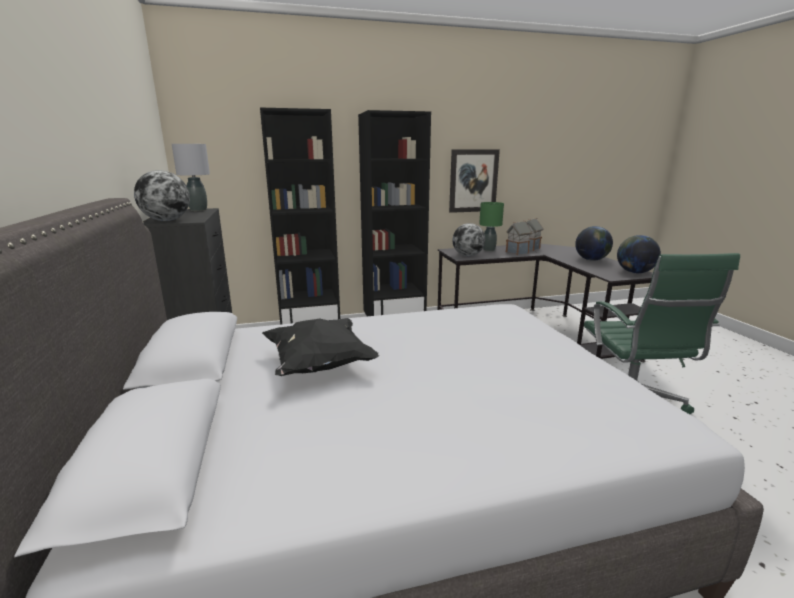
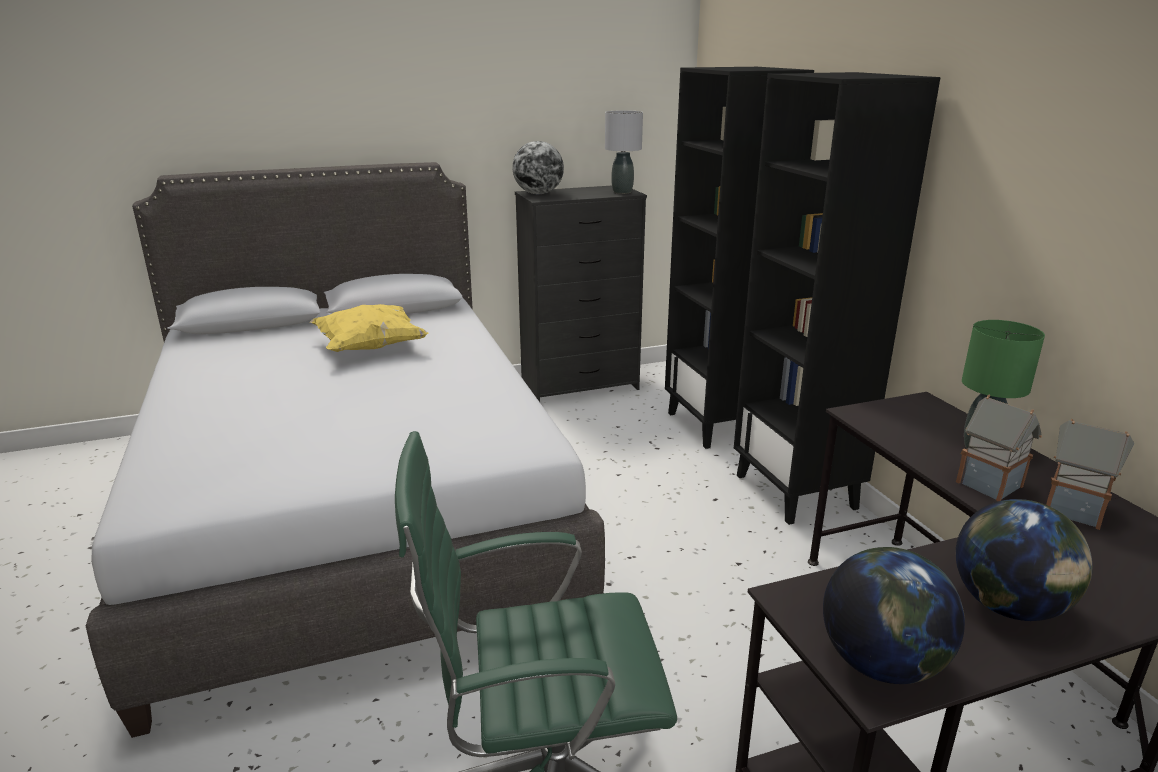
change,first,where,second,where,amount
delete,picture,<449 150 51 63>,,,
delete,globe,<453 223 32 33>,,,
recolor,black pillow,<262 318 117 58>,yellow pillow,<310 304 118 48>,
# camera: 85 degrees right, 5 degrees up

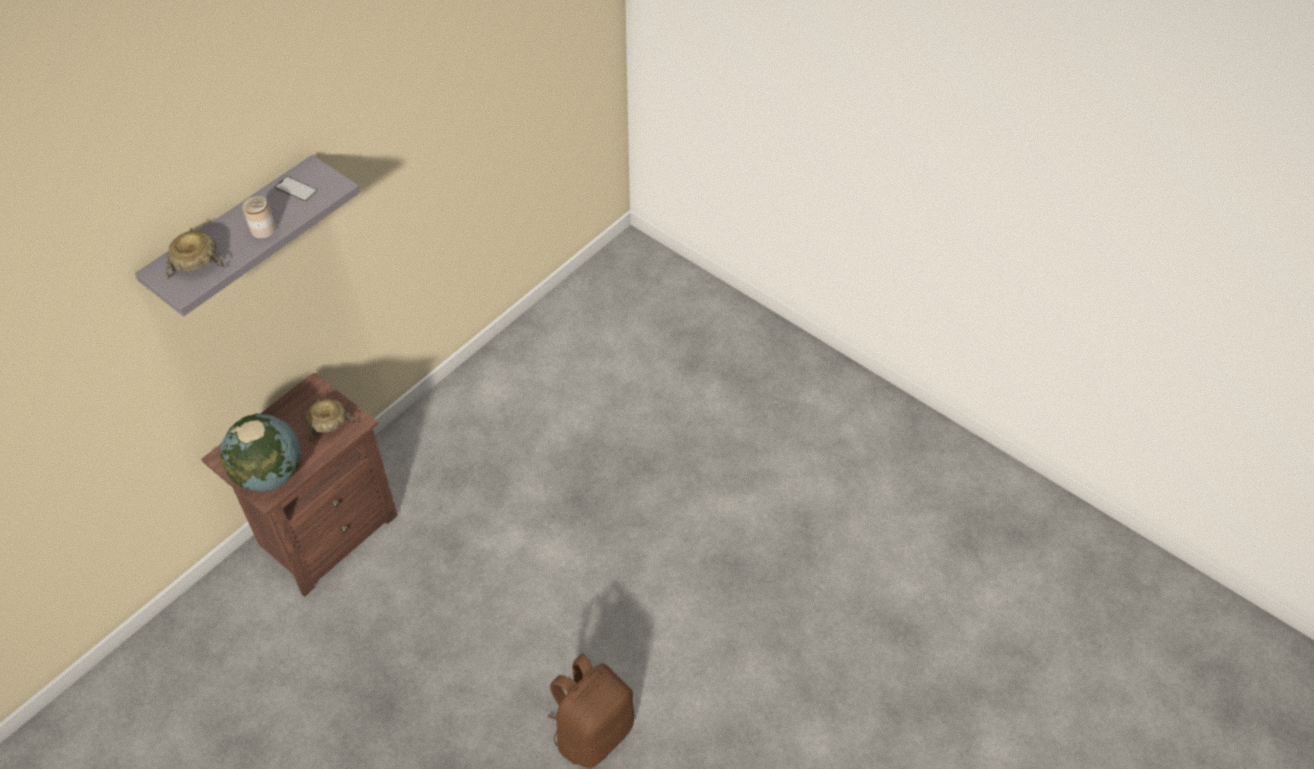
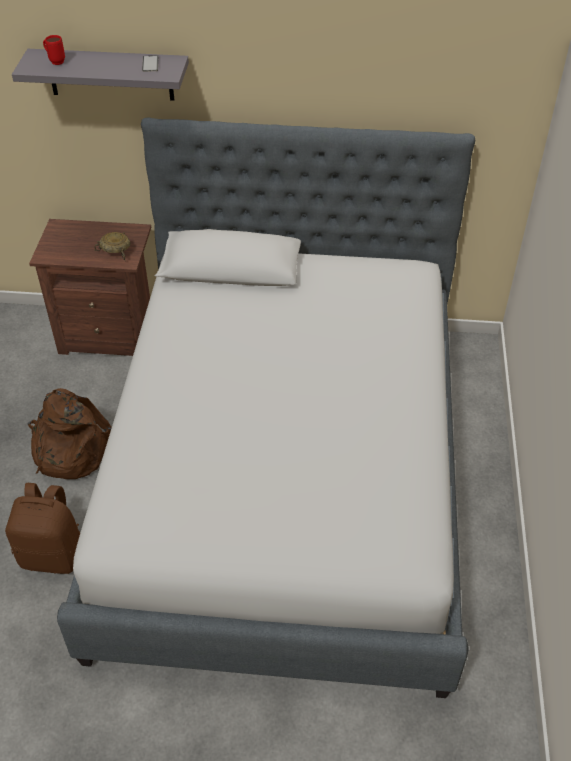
change,first,where,second,where,amount
delete,can,<242 196 34 43>,,,
replace,beige bowl,<166 228 59 51>,red mug,<43 35 22 30>,
delete,globe,<220 413 81 79>,,,
insert,,,bed,<57 117 418 581>,
insert,,,brown backpack,<28 388 84 91>,
# camera: 55 degrees right, 5 degrees down

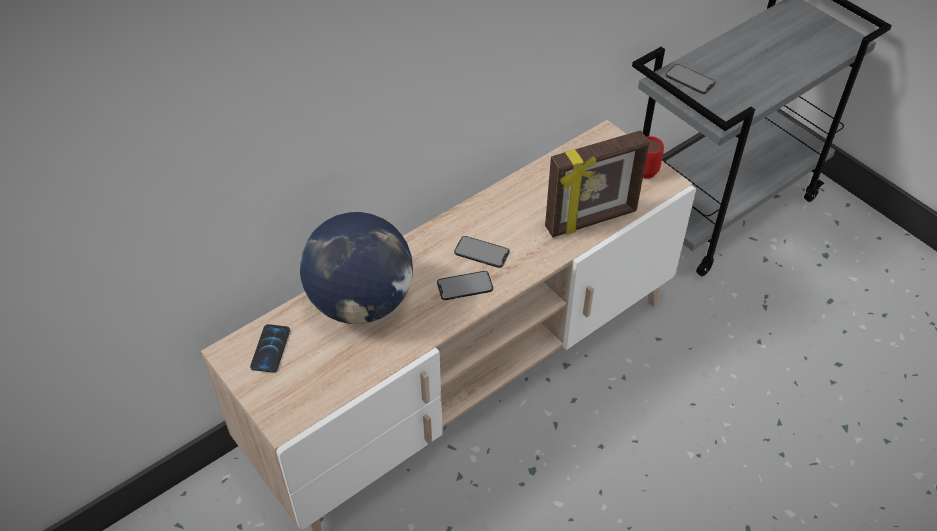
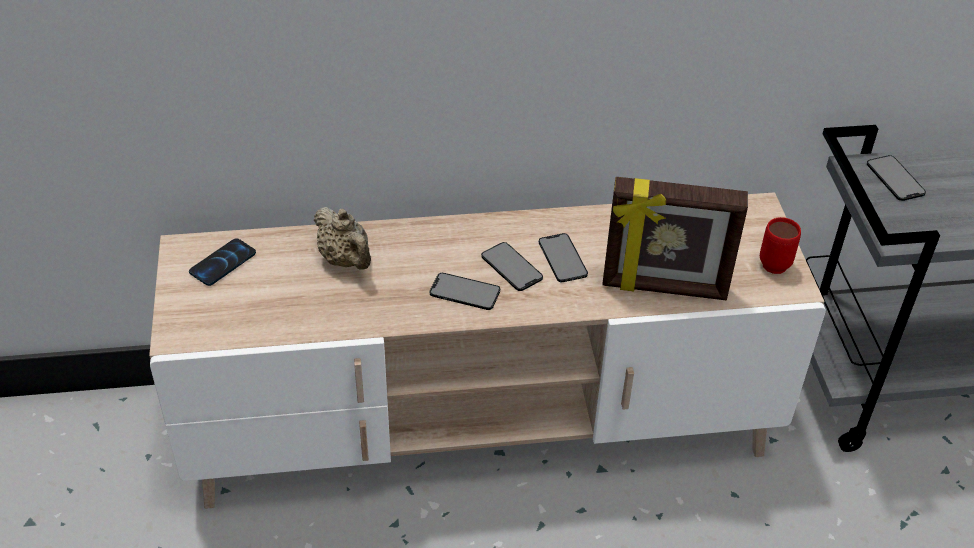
change,first,where,second,where,amount
replace,globe,<300 212 113 112>,beige teapot,<313 207 58 63>,
insert,,,phone,<539 233 49 49>,
# camera: 30 degrees right, 5 degrees down

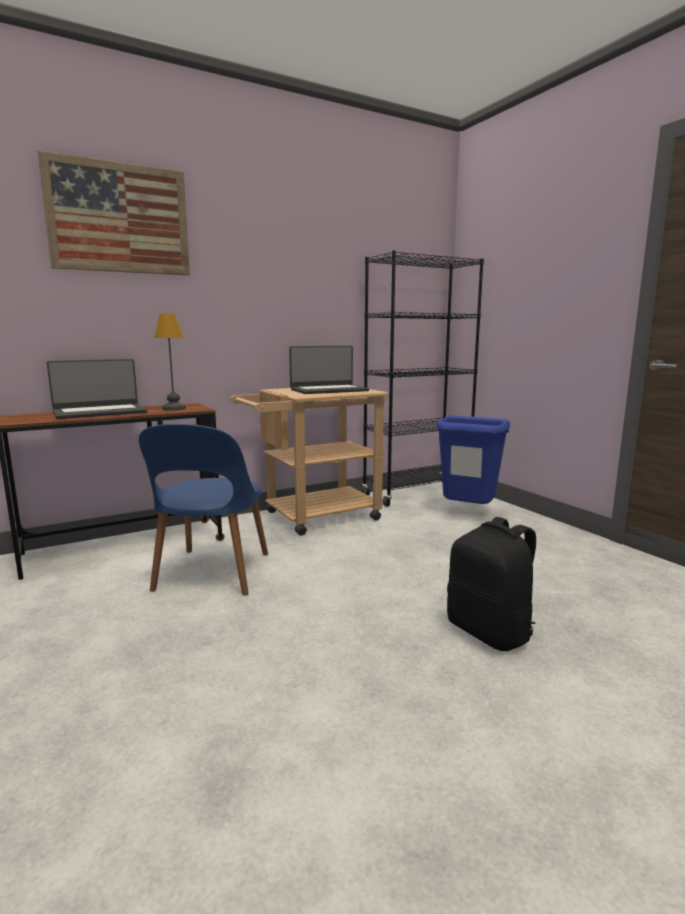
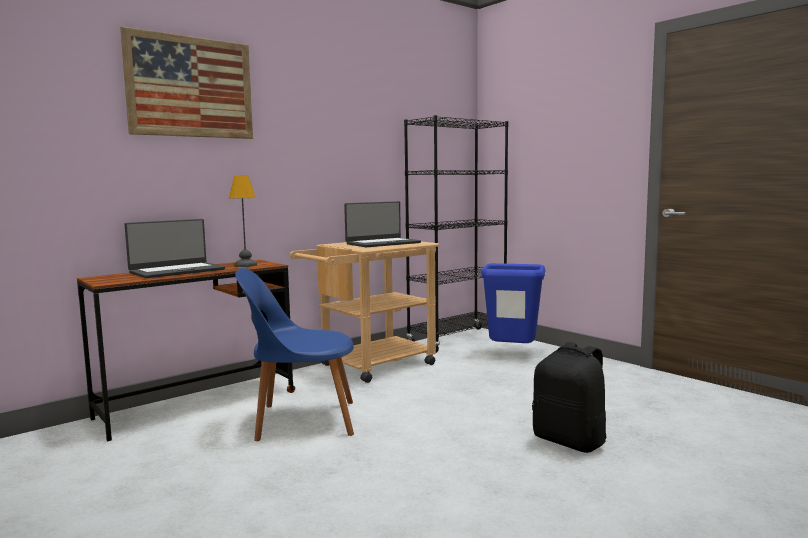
change,first,where,second,where,amount
rotate,blue chair,<139 424 129 171>,,<235 268 119 173>,90 degrees clockwise
# camera: 10 degrees left, 5 degrees down

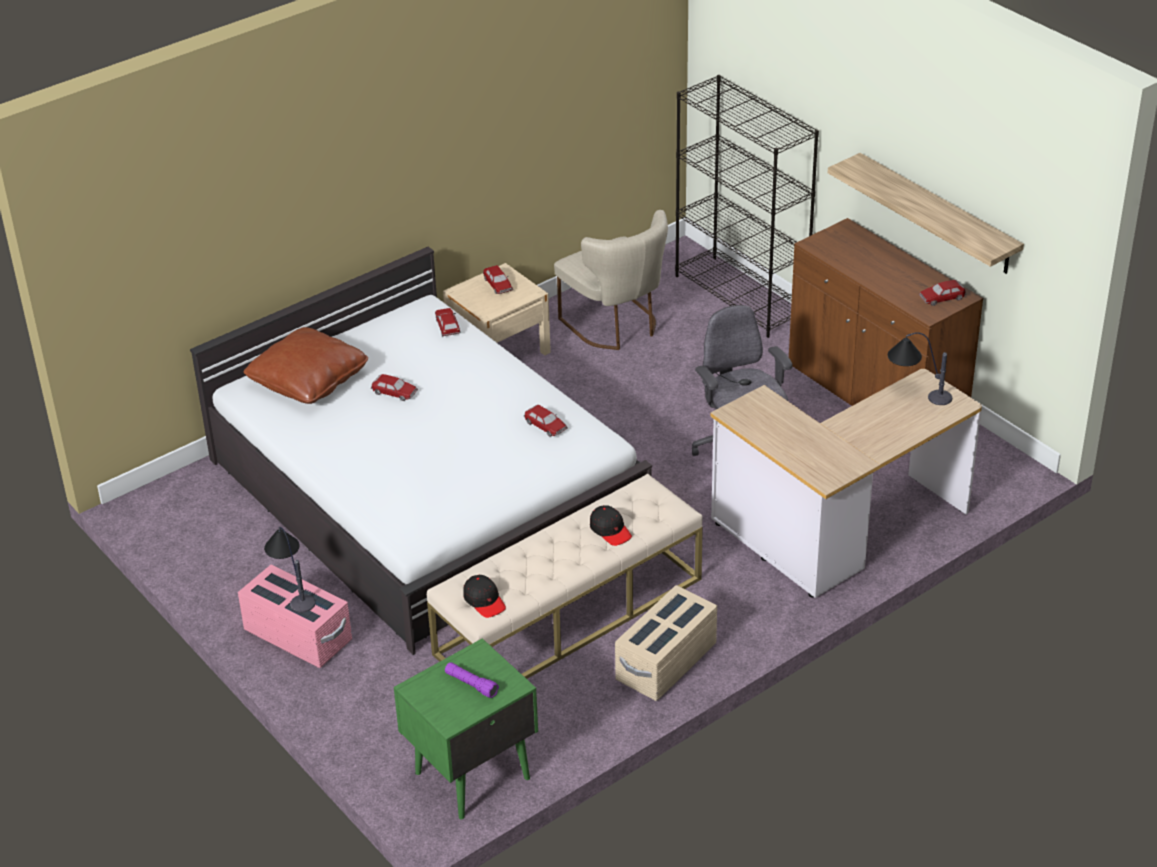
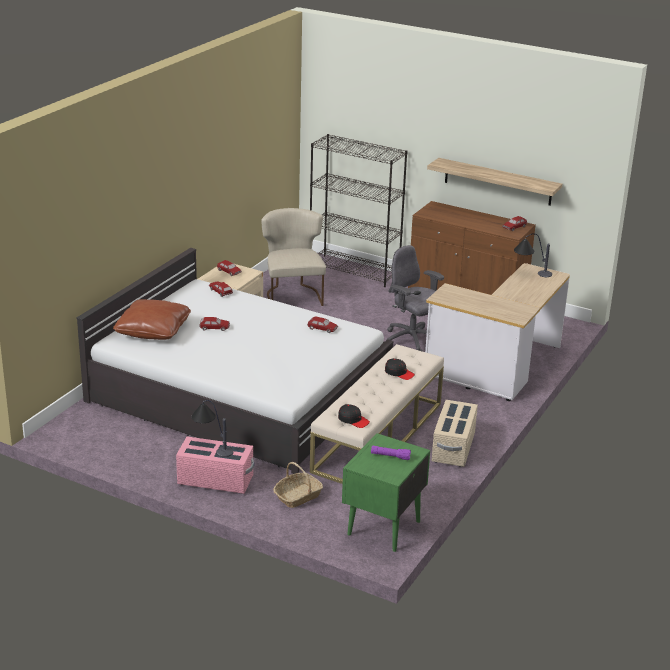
change,first,where,second,where,amount
rotate,beige chair,<554 210 114 140>,,<261 208 65 98>,135 degrees counterclockwise
insert,,,basket,<273 462 50 46>,
# camera: 25 degrees left, 10 degrees down

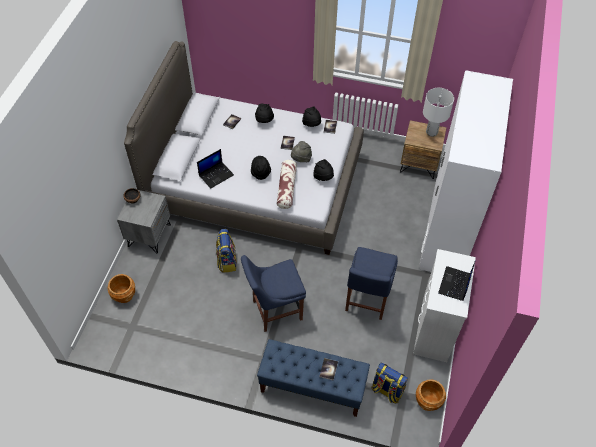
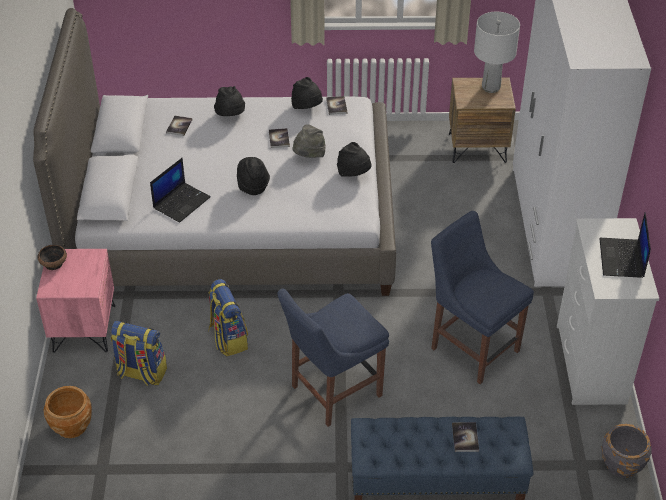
change,first,where,second,where,amount
delete,pillow,<276 160 21 49>,,,
recolor,grey nightstand,<117 190 54 64>,pink nightstand,<36 249 79 104>,
rotate,blue chair,<345 247 53 73>,,<431 211 103 173>,135 degrees clockwise
move,backpack,<372 363 36 40>,,<111 321 56 65>,
recolor,brown planter,<416 379 30 32>,grey planter,<601 424 51 54>,
# camera: 15 degrees left, 10 degrees down

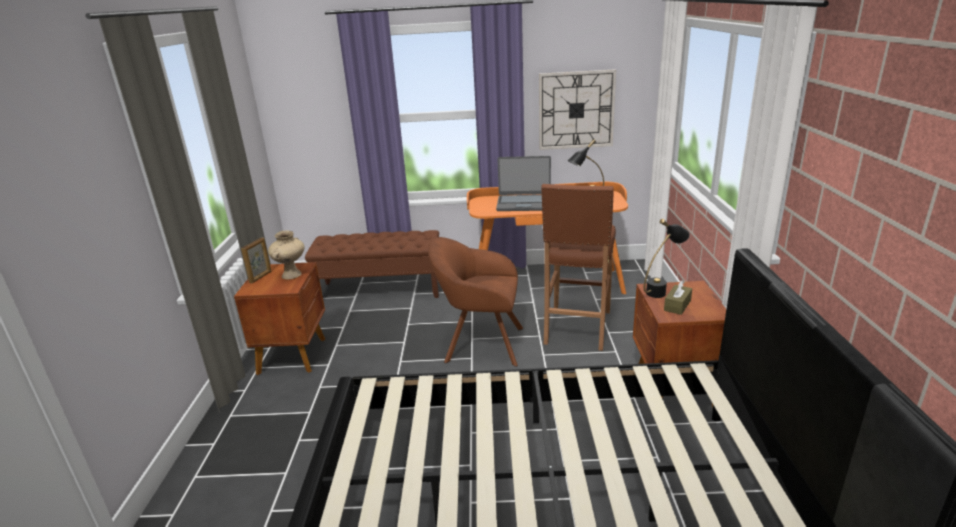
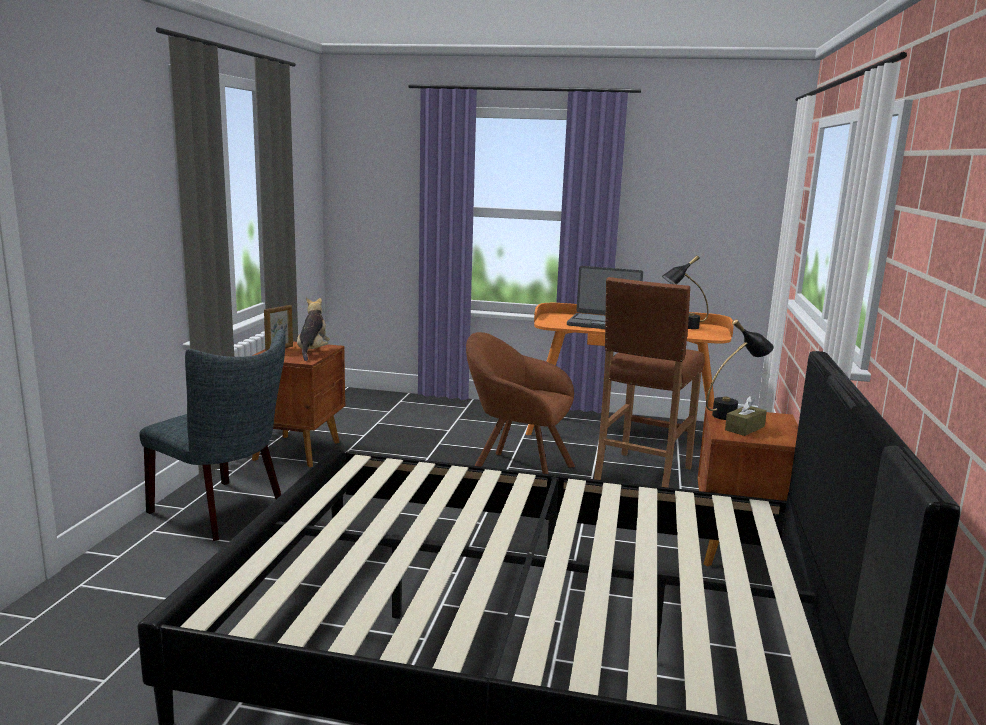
change,first,where,second,where,amount
delete,wall clock,<539 69 77 81>,,,
replace,beige vase,<268 230 37 50>,plush toy,<297 298 33 63>,
delete,brown bench,<305 230 134 68>,,,
insert,,,grey chair,<139 329 146 212>,
# camera: 10 degrees right, 10 degrees down

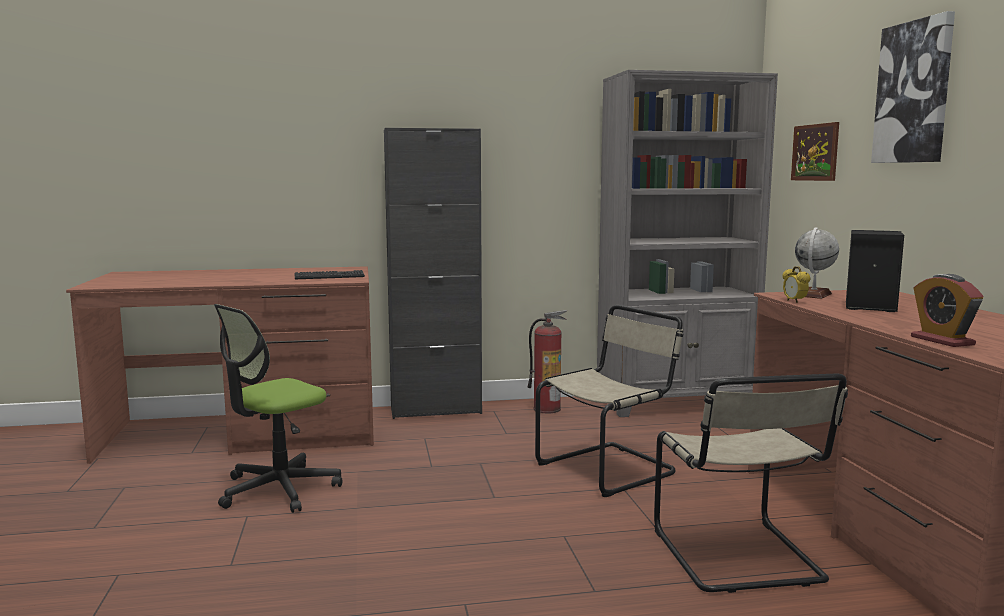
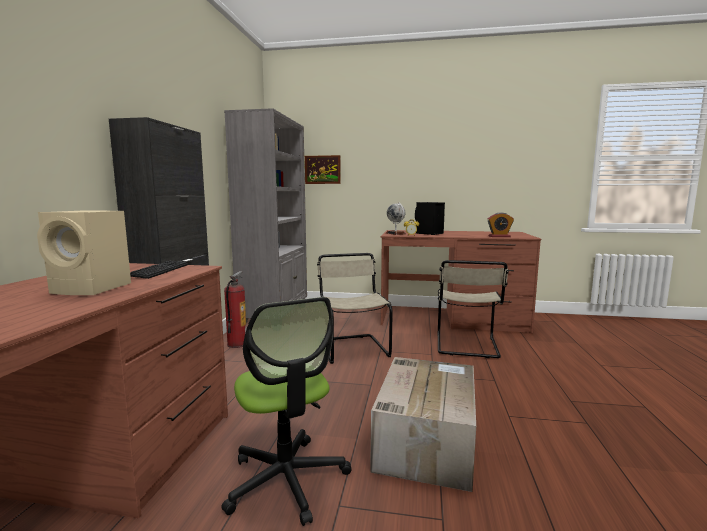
change,first,where,second,where,amount
delete,picture,<871 11 84 152>,,,
rotate,beige chair,<654 374 194 219>,,<437 260 72 98>,90 degrees clockwise
insert,,,beige speaker,<37 210 94 85>,
insert,,,cardboard box,<370 357 106 135>,
# camera: 70 degrees left, 0 degrees up

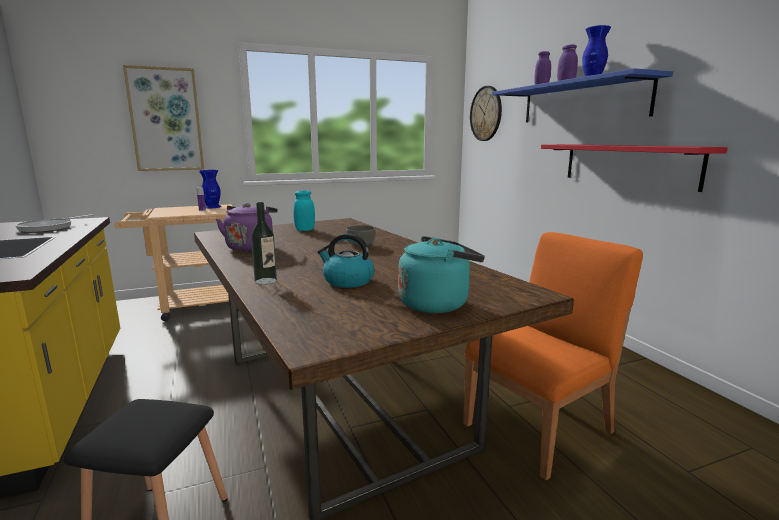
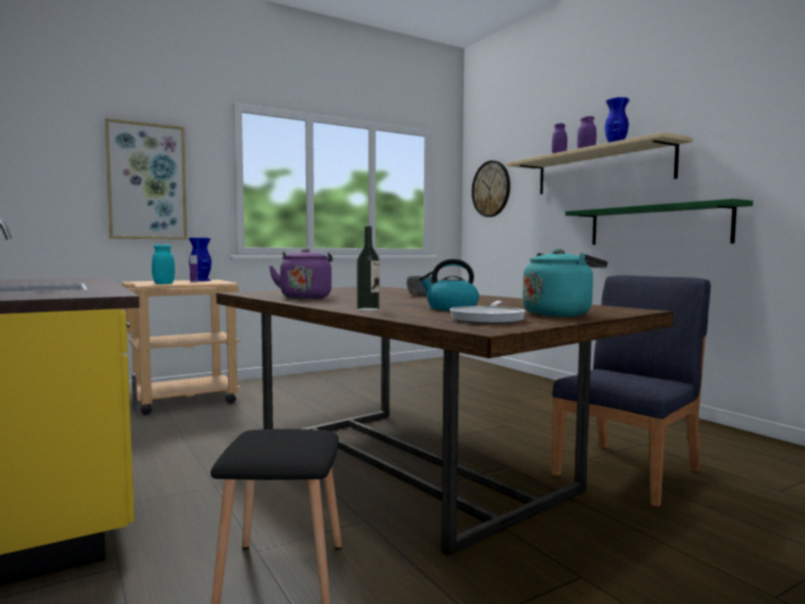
change,first,where,second,where,amount
recolor,blue shelf,<492 68 181 55>,beige shelf,<506 132 187 62>,
recolor,red shelf,<541 144 187 48>,green shelf,<565 199 188 46>,
move,turquoise jar,<293 191 22 40>,,<152 244 23 40>,
move,frying pan,<15 214 78 19>,,<450 301 75 23>,
recolor,orange chair,<463 232 180 248>,blue chair,<552 275 159 232>,
# camera: 10 degrees left, 10 degrees down

